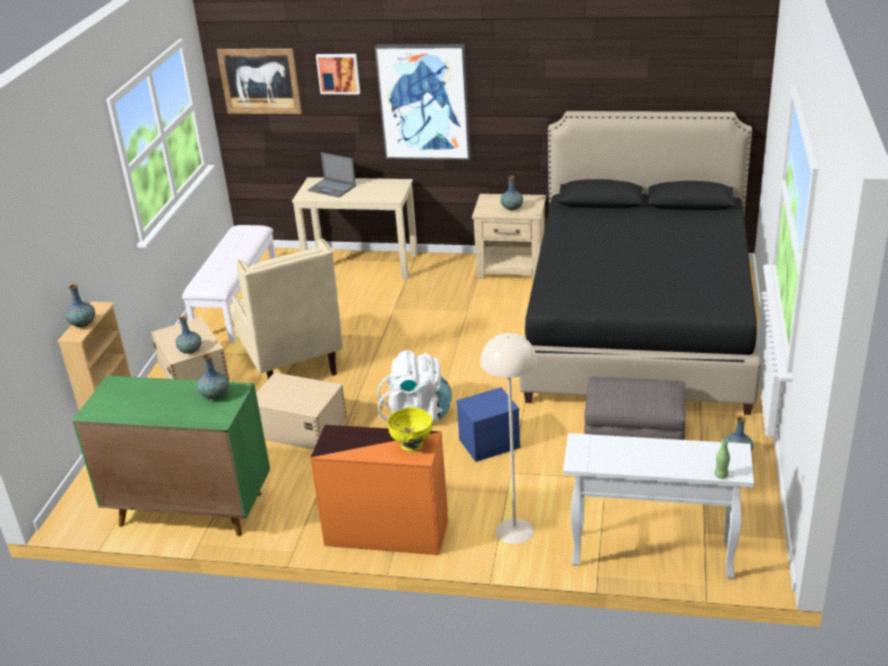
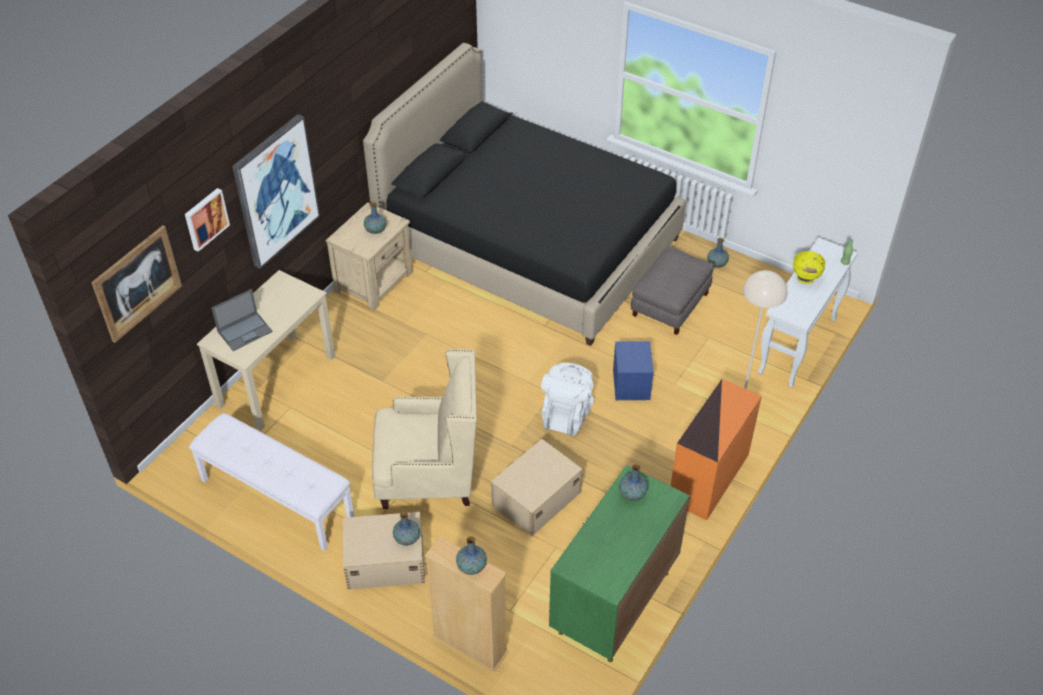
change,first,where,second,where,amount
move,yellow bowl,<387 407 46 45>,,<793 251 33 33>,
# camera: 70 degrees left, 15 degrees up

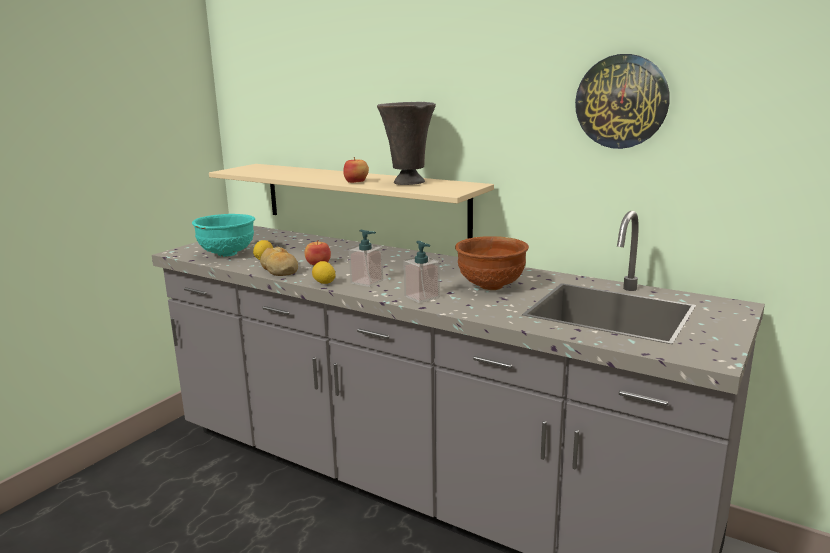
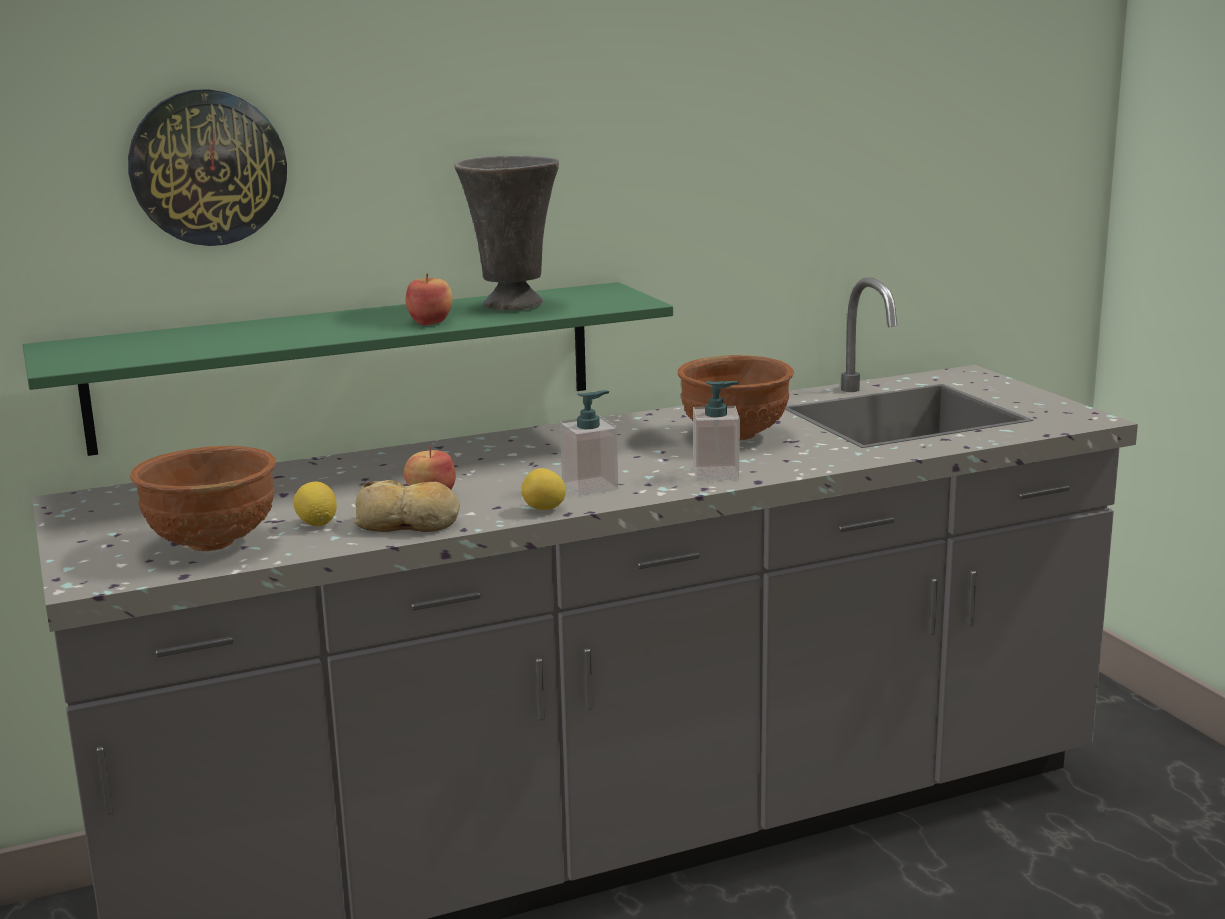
change,first,where,second,where,amount
move,wall clock,<575 54 95 95>,,<128 89 159 157>,
recolor,beige shelf,<209 164 285 75>,green shelf,<23 282 650 174>,
recolor,turquoise bowl,<192 214 63 43>,brown bowl,<130 446 146 105>,
# camera: 55 degrees left, 0 degrees up

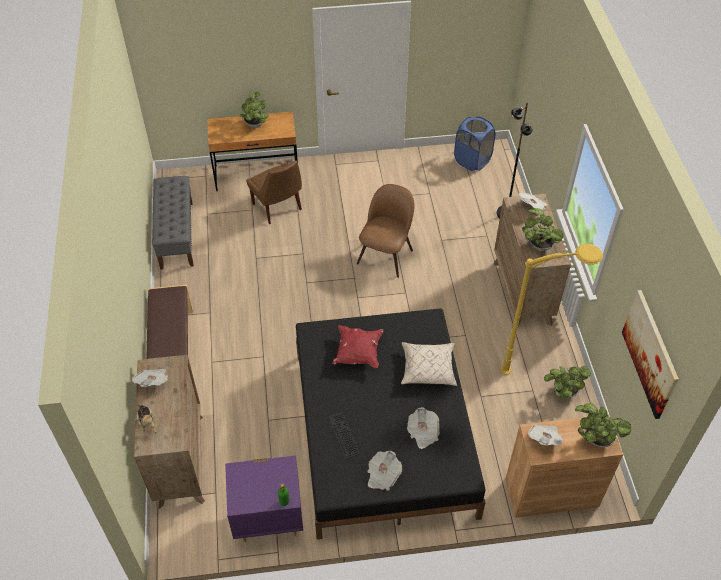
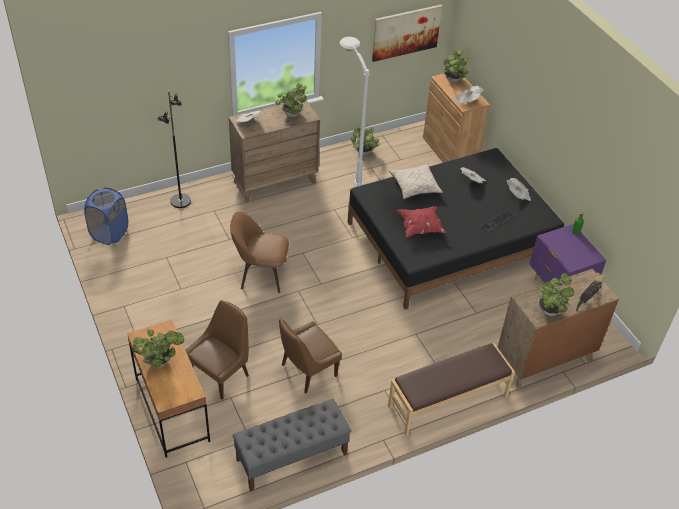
change,first,where,second,where,amount
recolor,yellow floor lamp,<500 244 103 131>,white floor lamp,<339 37 31 149>,
replace,newspaper,<132 369 36 18>,potted plant,<538 273 36 43>,
insert,,,brown chair,<279 318 63 75>,
# camera: 110 degrees left, 5 degrees down

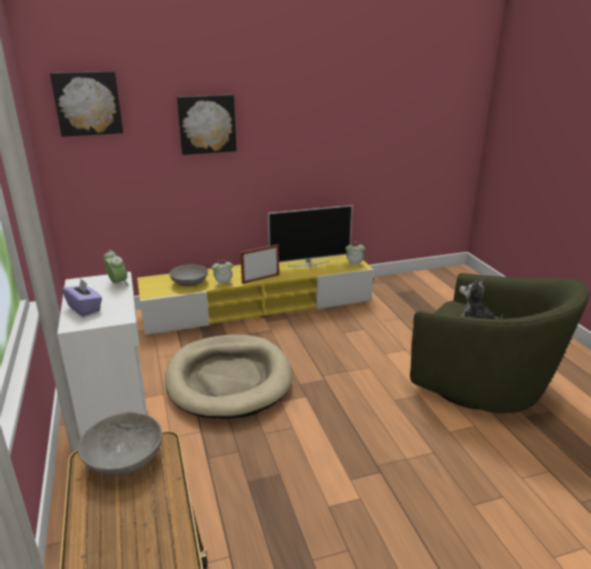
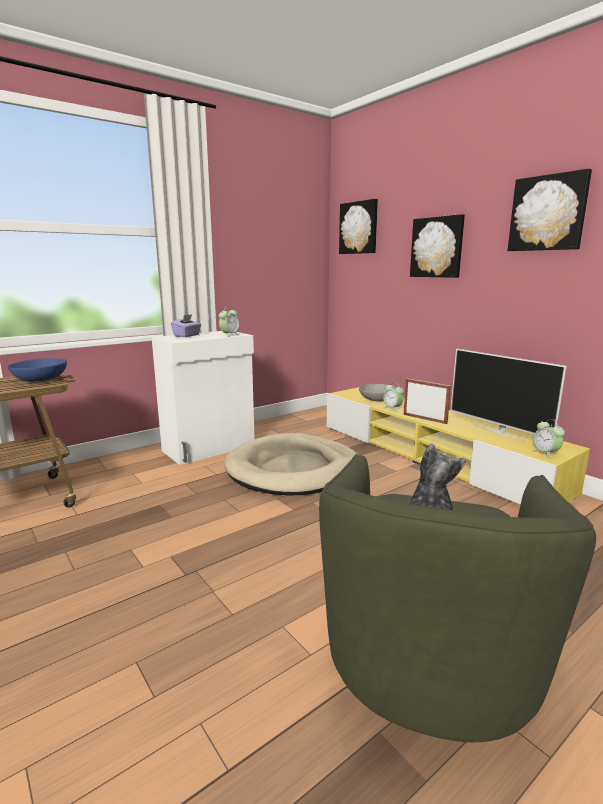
change,first,where,second,where,amount
recolor,grey bowl,<78 412 84 63>,blue bowl,<8 358 59 24>,
insert,,,picture,<508 169 84 82>,
# camera: 70 degrees right, 10 degrees down

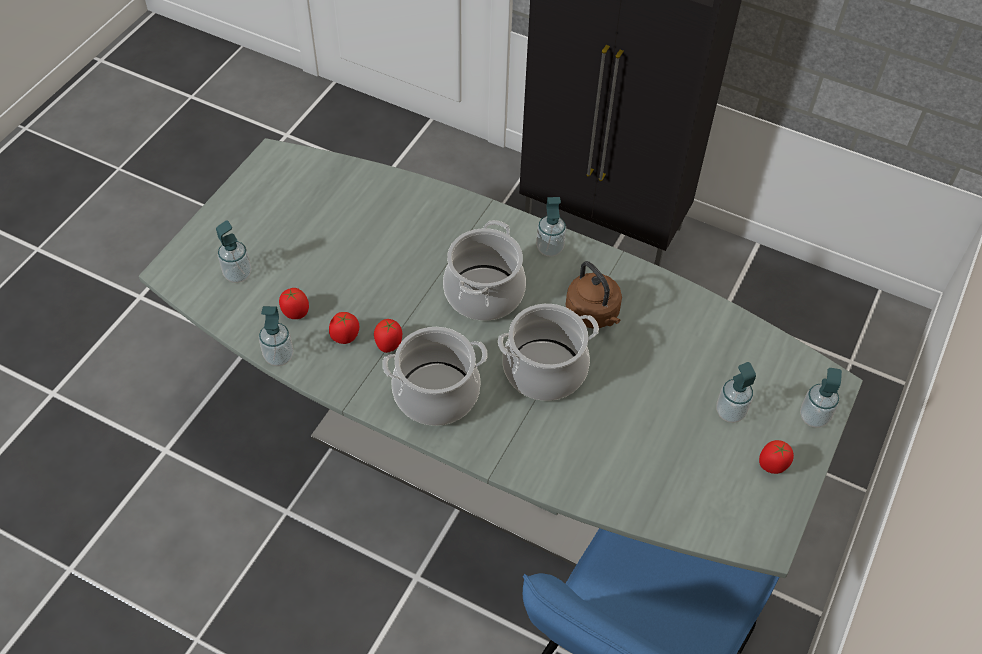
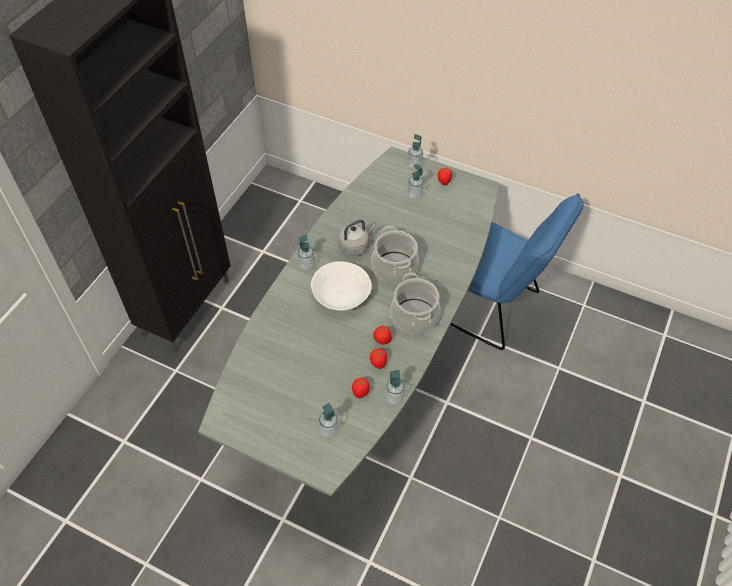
change,first,where,second,where,amount
replace,cooking pot,<443 220 83 101>,white bowl,<311 261 61 50>,
recolor,brown kettle,<566 261 56 67>,grey kettle,<338 220 38 36>,
# camera: 90 degrees left, 0 degrees up

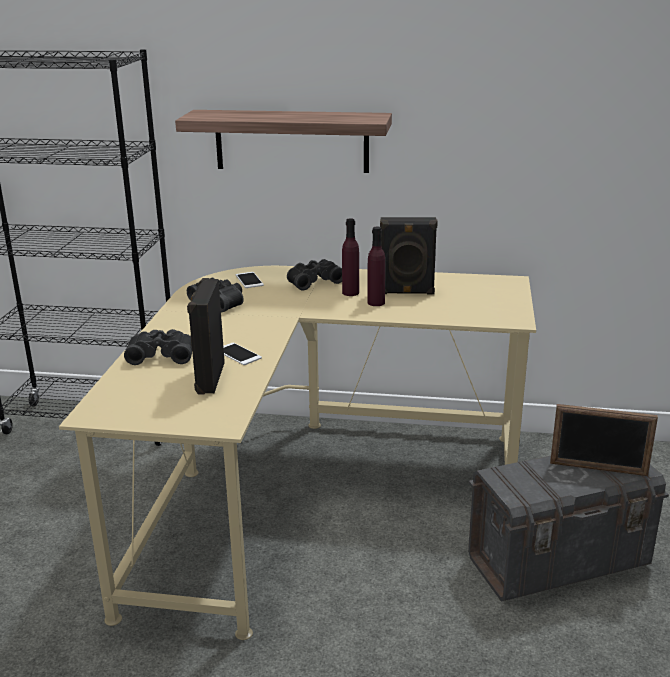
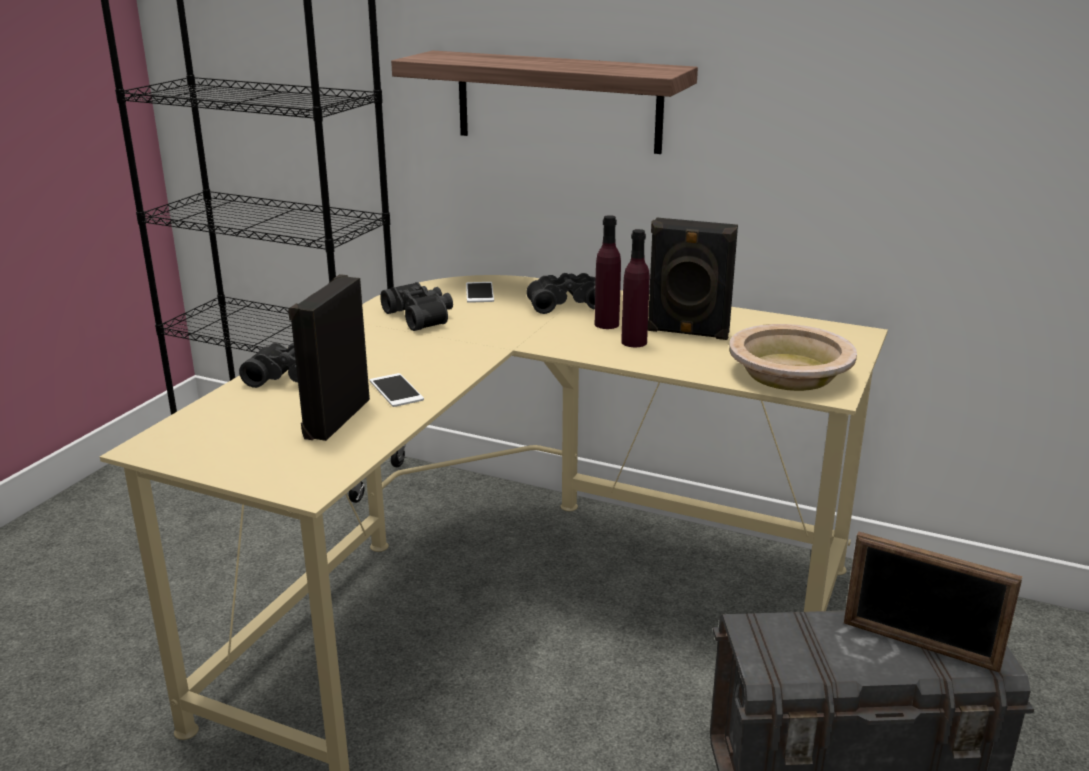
change,first,where,second,where,amount
insert,,,beige bowl,<729 324 128 67>,
# camera: 15 degrees right, 0 degrees up

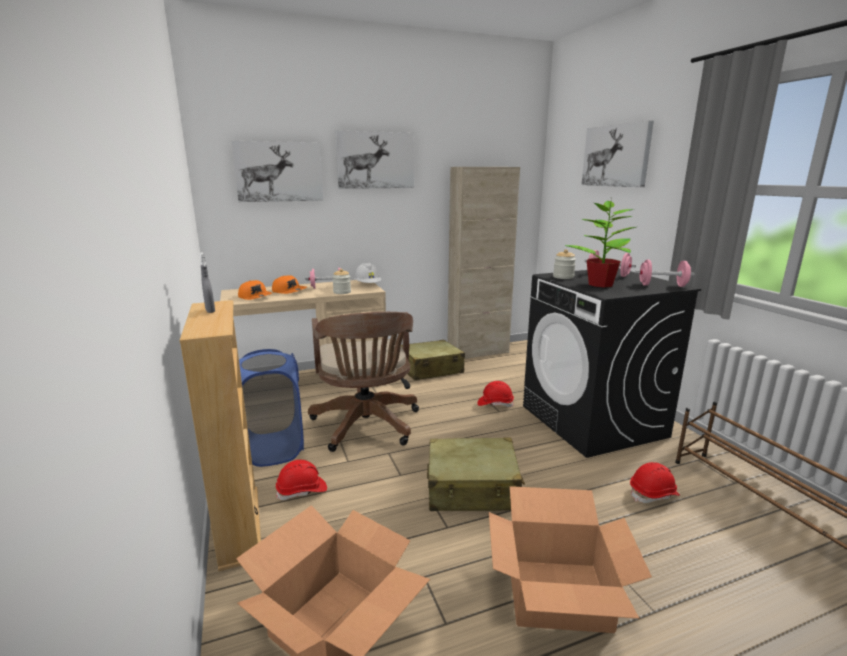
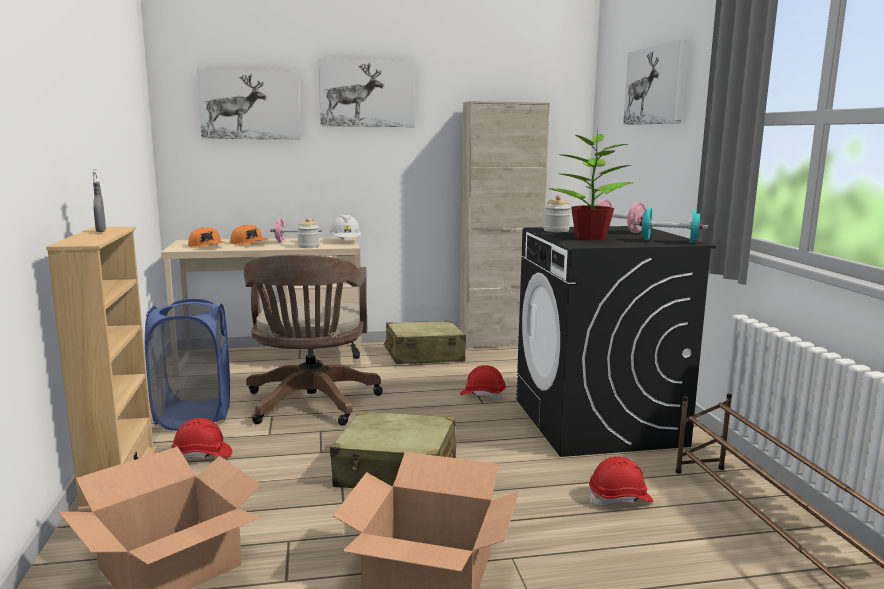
change,first,where,second,where,amount
recolor,pink dumbbell,<635 260 60 27>,turquoise dumbbell,<634 207 74 36>,
# camera: 10 degrees right, 5 degrees down

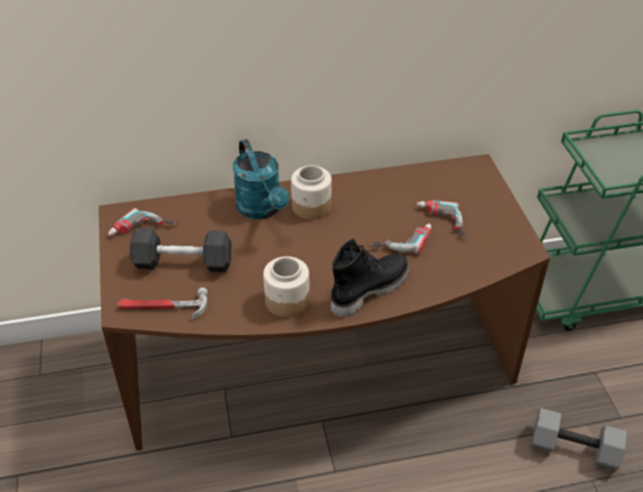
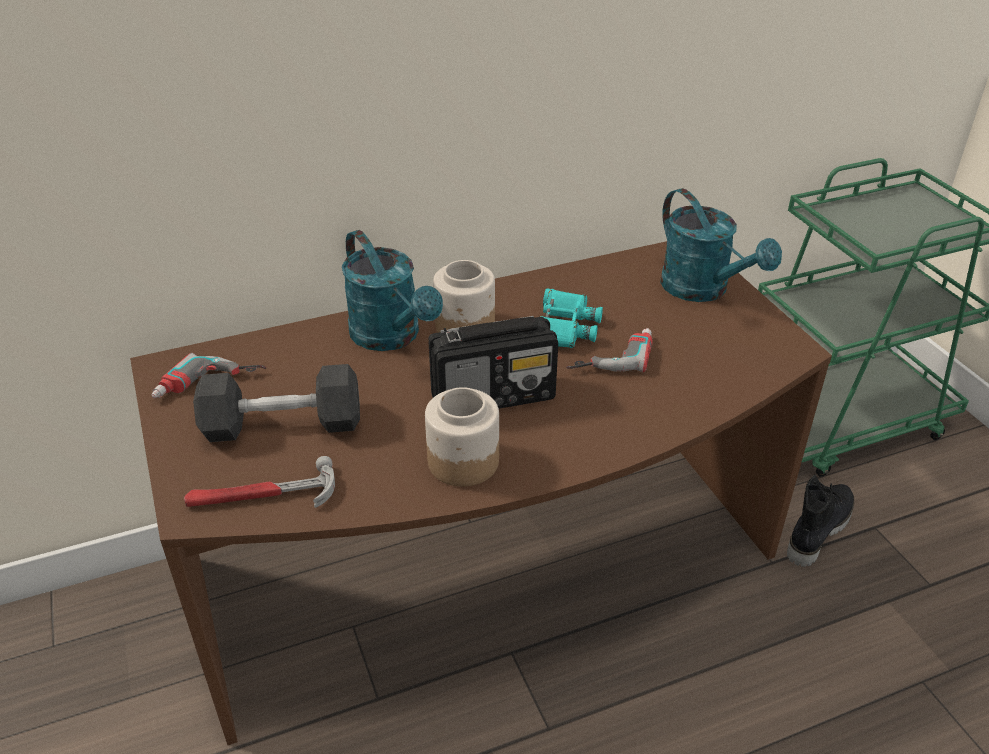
change,first,where,second,where,amount
delete,power drill,<417 200 51 40>,,,
move,black boot,<331 238 78 79>,,<787 475 67 92>,
delete,grey dumbbell,<531 408 96 62>,,,
insert,,,turquoise watering can,<660 188 122 114>,
insert,,,turquoise binoculars,<540 288 63 60>,
insert,,,radio,<429 316 129 93>,
# camera: 10 degrees left, 5 degrees down

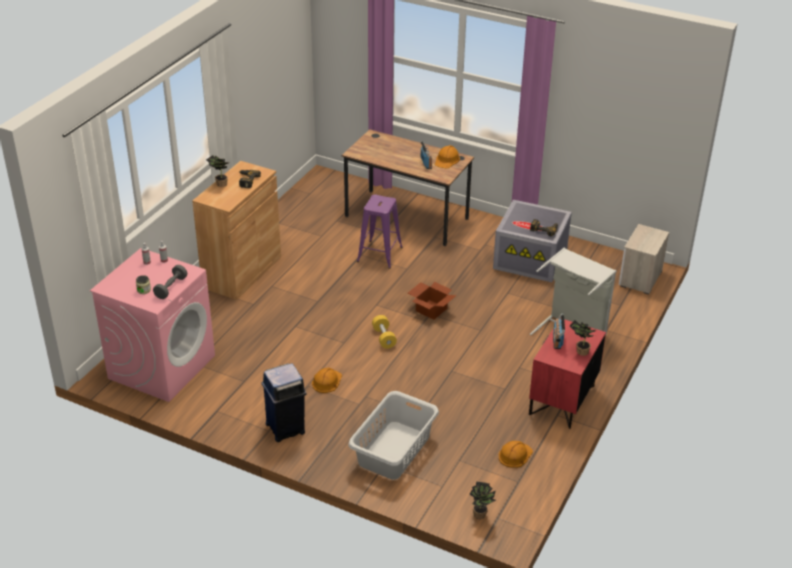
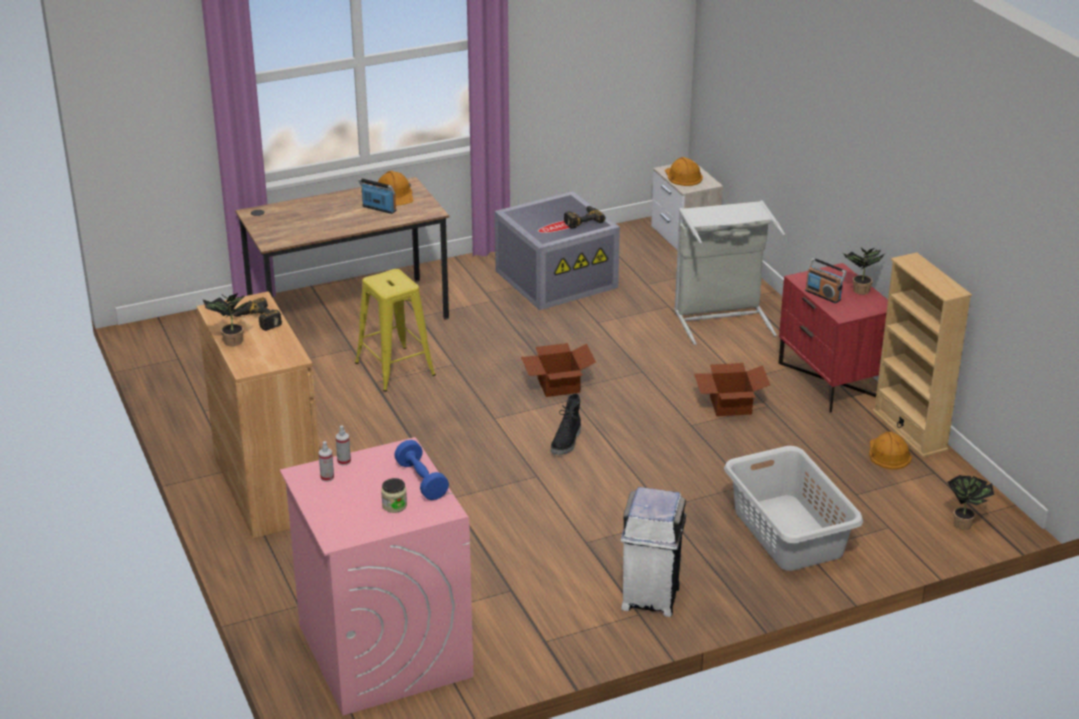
change,first,where,second,where,amount
recolor,purple stool,<357 194 46 75>,yellow stool,<355 269 81 123>,
recolor,grey dumbbell,<153 265 34 34>,blue dumbbell,<394 440 55 60>,
replace,yellow dumbbell,<372 315 25 34>,black boot,<551 394 30 61>,
recolor,blue trash can,<262 363 45 79>,white trash can,<621 487 65 130>,
move,orange hard hat,<312 368 30 25>,,<665 157 38 29>,
insert,,,beige bookcase,<872 252 100 206>,
insert,,,cardboard box,<694 363 76 53>,
# camera: 50 degrees left, 5 degrees down

